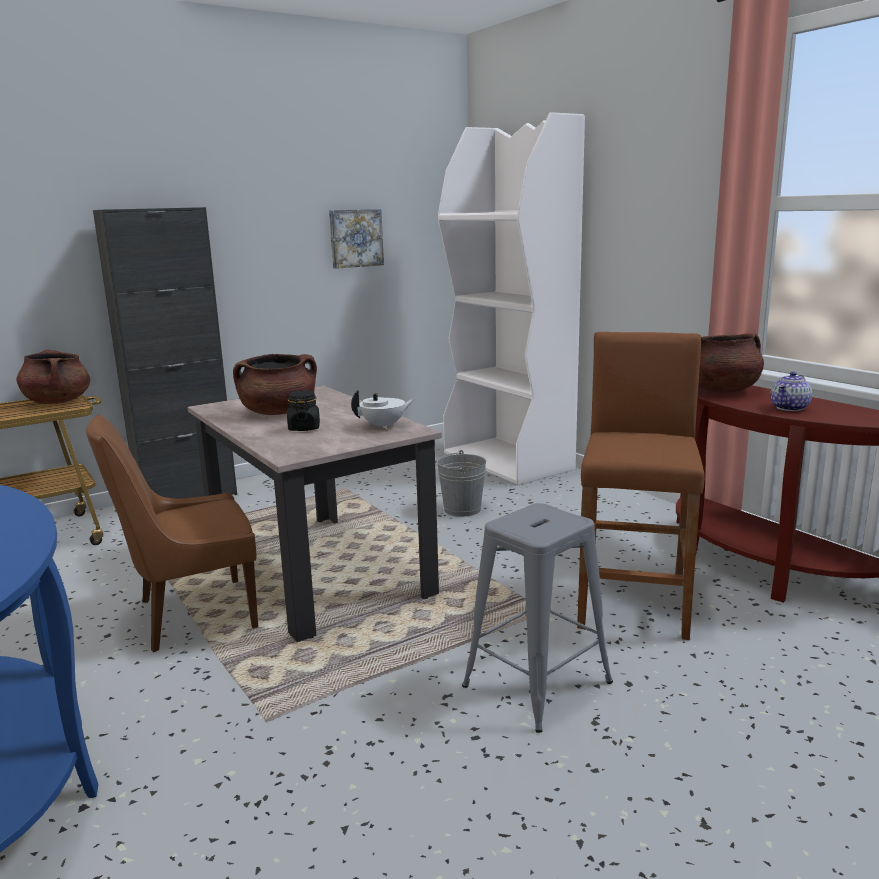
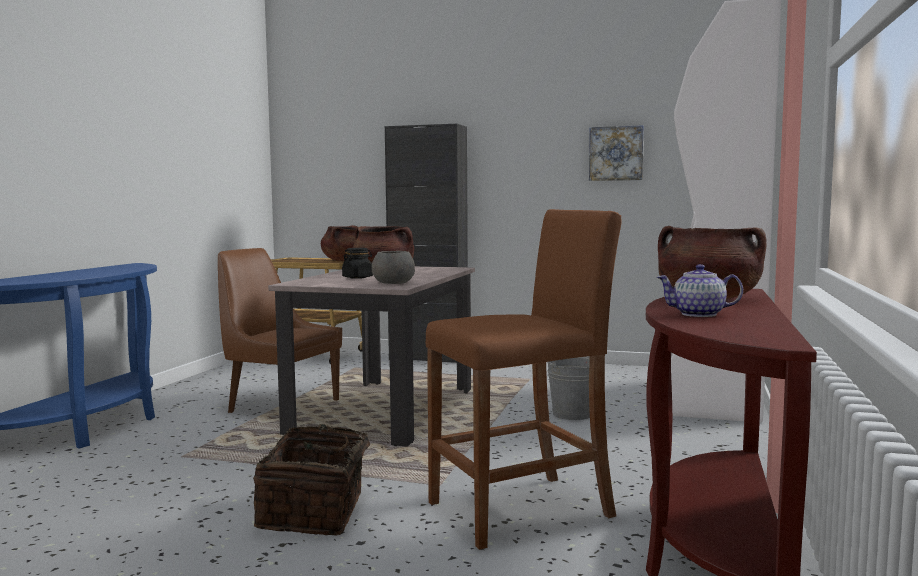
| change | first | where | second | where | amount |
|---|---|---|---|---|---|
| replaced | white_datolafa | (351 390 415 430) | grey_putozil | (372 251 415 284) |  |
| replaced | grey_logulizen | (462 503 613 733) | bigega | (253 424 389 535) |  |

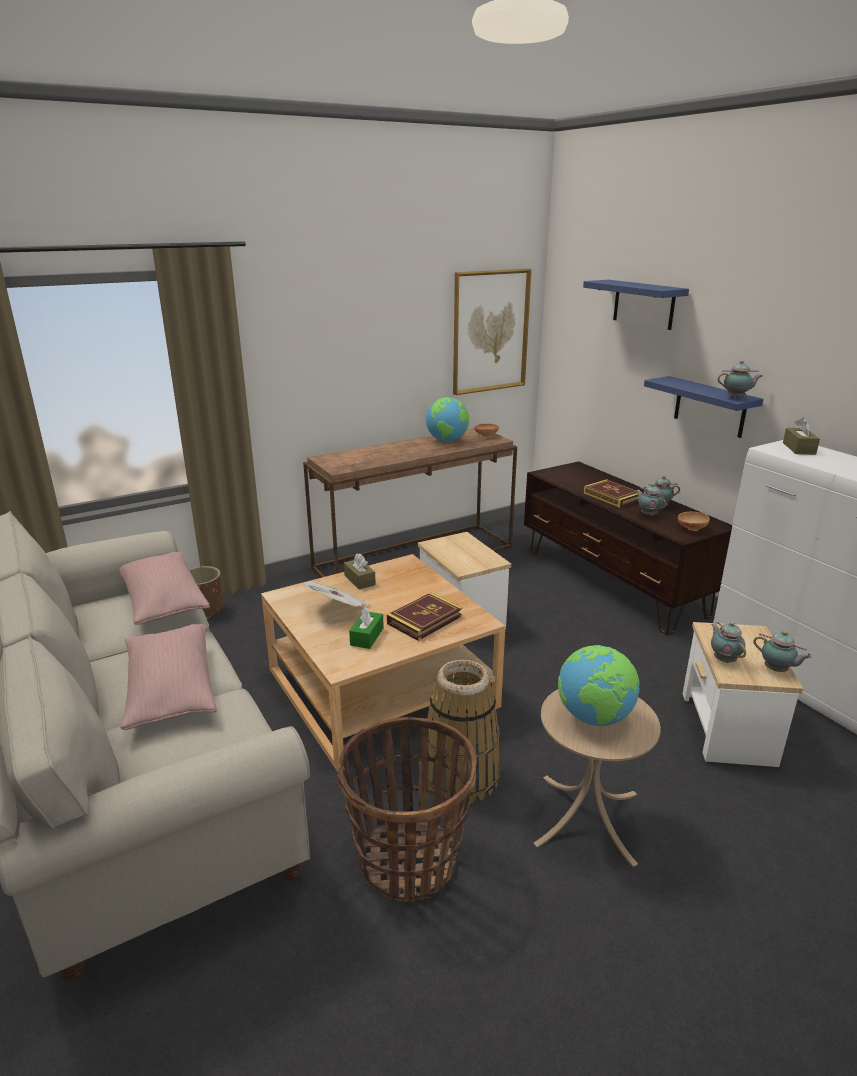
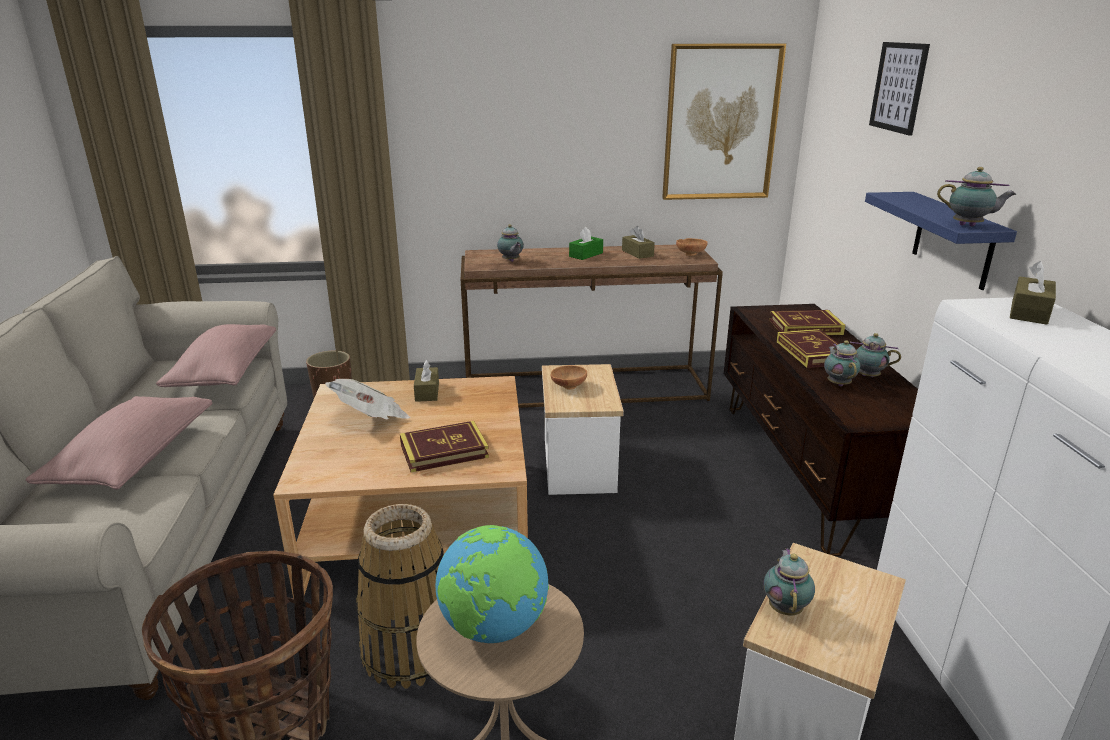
| change | first | where | second | where | amount |
|---|---|---|---|---|---|
| moved | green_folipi | (349 607 384 649) |  | (569 227 603 260) |  |
| replaced | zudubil | (426 397 469 442) | brown_folipi | (622 226 655 259) |  |
| replaced | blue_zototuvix | (583 280 689 330) | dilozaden | (869 42 930 136) |  |
| moved | brown_putozil | (678 512 710 531) |  | (550 365 587 390) |  |
| moved | datolafa | (753 631 812 672) |  | (497 224 524 262) |  |
| added |  |  | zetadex | (770 310 846 335) |  |

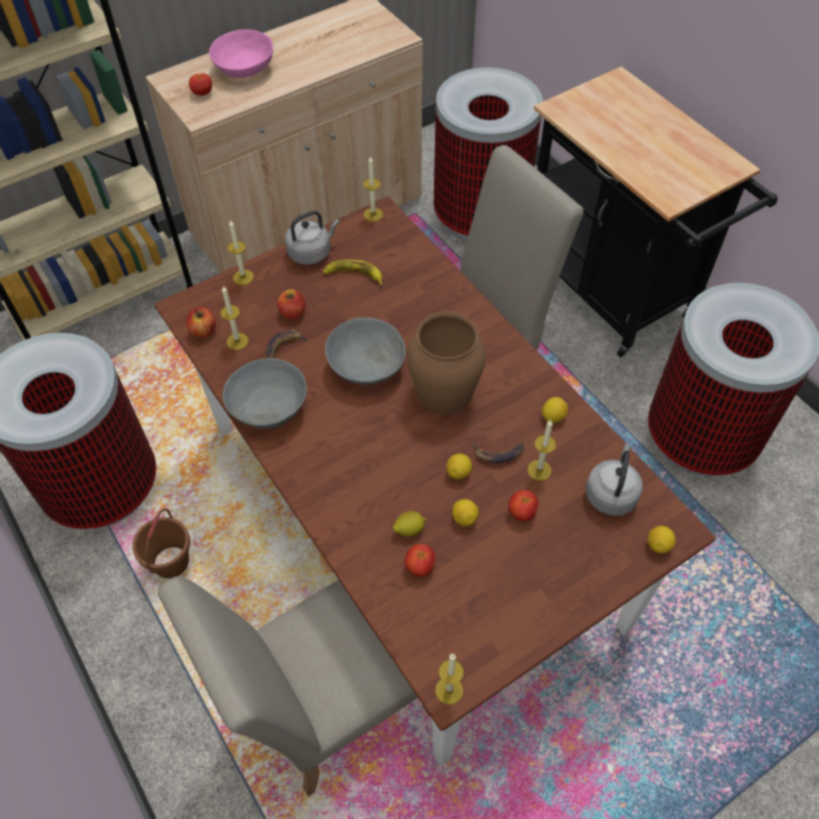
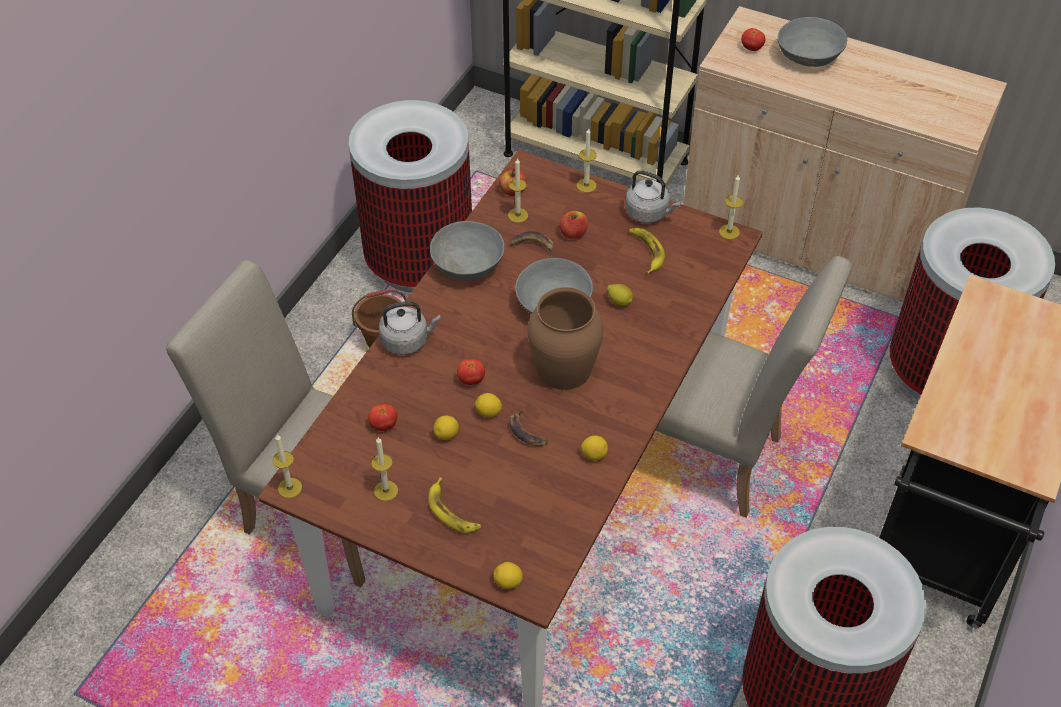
| change | first | where | second | where | amount |
|---|---|---|---|---|---|
| recoloured | pink_putozil | (209 29 273 78) | grey_putozil | (778 17 847 67) |  |
| moved | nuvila | (393 511 426 537) |  | (607 284 633 307) |  |
| moved | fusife | (508 490 539 521) |  | (457 359 485 385) |  |
| moved | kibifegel | (527 420 556 481) |  | (371 437 398 501) |  |
| moved | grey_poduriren | (586 444 643 516) |  | (379 301 441 355) |  |
| added |  |  | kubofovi | (428 477 481 533) |  |

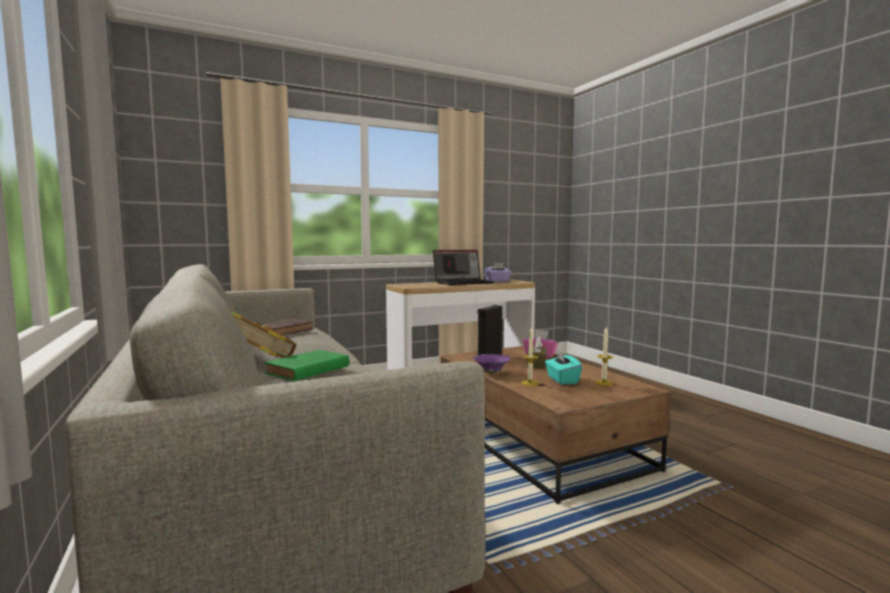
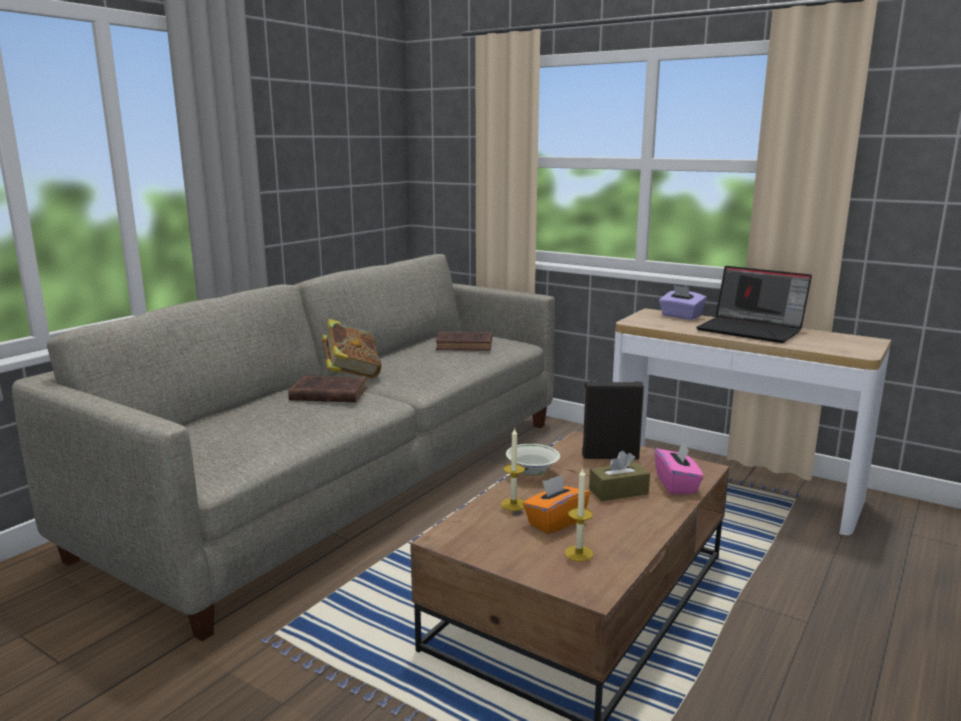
| change | first | where | second | where | amount |
|---|---|---|---|---|---|
| recoloured | green_zetadex | (265 350 349 381) | brown_zetadex | (288 376 367 402) |  |
| recoloured | purple_putozil | (473 354 511 373) | white_putozil | (506 444 560 476) |  |
| moved | purple_folipi | (484 263 512 282) |  | (659 285 706 320) |  |
| recoloured | turquoise_folipi | (545 350 582 385) | orange_folipi | (523 475 590 534) |  |

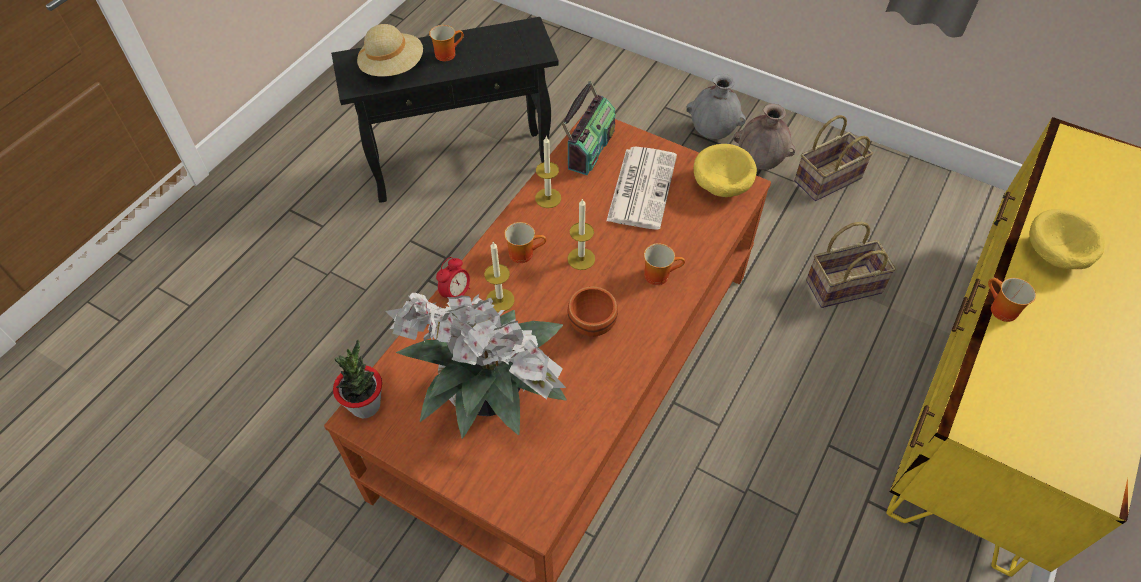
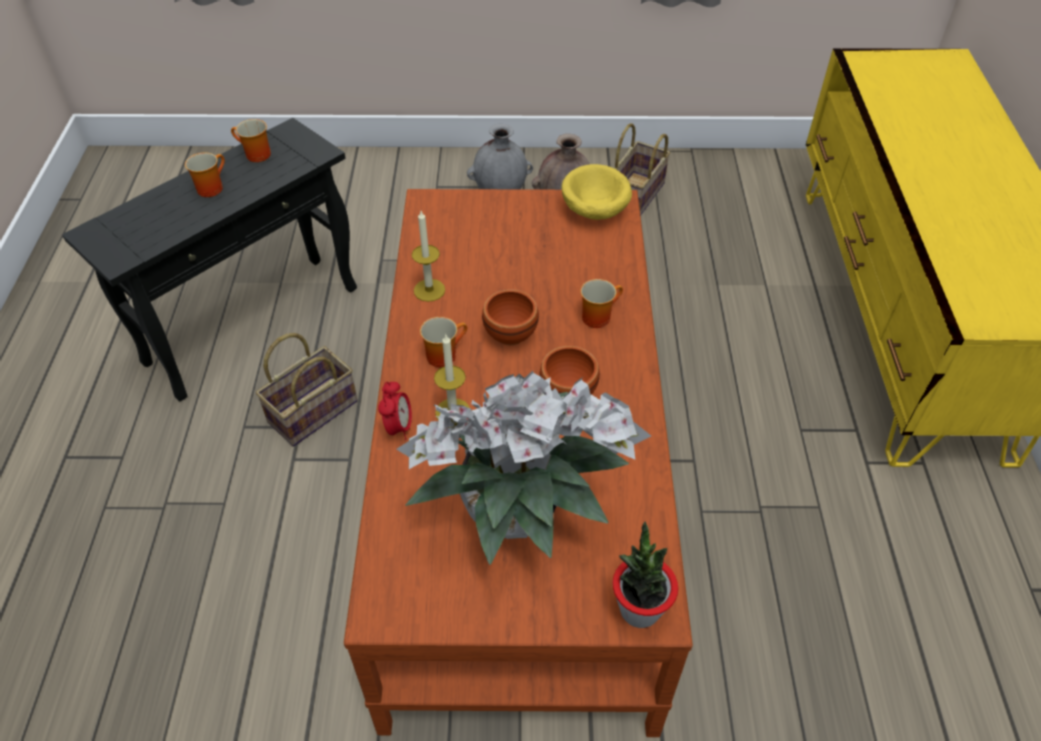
| change | first | where | second | where | amount |
|---|---|---|---|---|---|
| moved | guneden | (333 340 382 418) |  | (613 521 678 628) |  |
| removed | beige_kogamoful | (357 24 423 76) |  |  |  |
| removed | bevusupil | (562 80 615 175) |  |  |  |
| replaced | kibifegel | (568 198 595 270) | brown_putozil | (482 289 539 345) |  |
| removed | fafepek | (606 147 677 230) |  |  |  |
| moved | bigega | (806 222 896 308) |  | (256 333 358 447) |  |
| moved | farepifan | (988 278 1036 322) |  | (231 119 271 162) |  |
| removed | yellow_putozil | (1029 209 1104 269) |  |  |  |

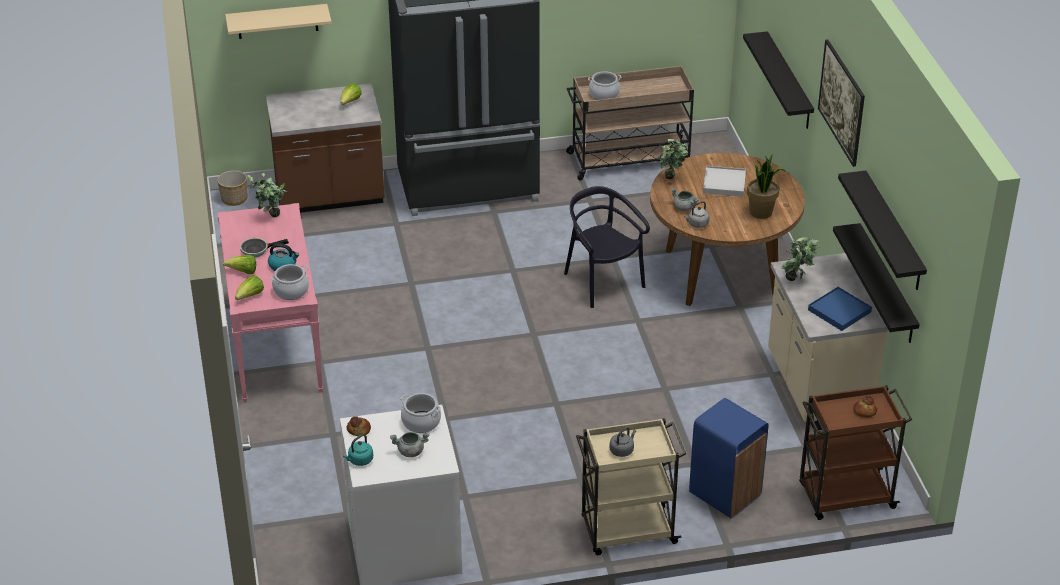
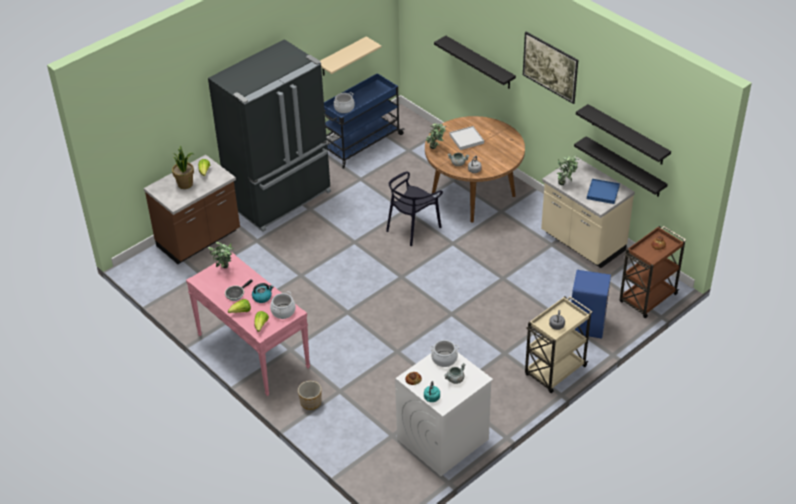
| change | first | where | second | where | amount |
|---|---|---|---|---|---|
| moved | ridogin | (217 171 247 206) |  | (298 381 321 410) |  |
| moved | beige_zototuvix | (225 4 332 39) |  | (320 36 382 76) |  |
| turned | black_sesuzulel | (564 186 650 308) |  | (386 171 443 246) | 75 degrees counterclockwise |
| recoloured | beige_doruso | (566 66 694 181) | blue_doruso | (324 73 404 169) |  |
| moved | guneden | (747 154 786 219) |  | (172 146 194 189) |  |

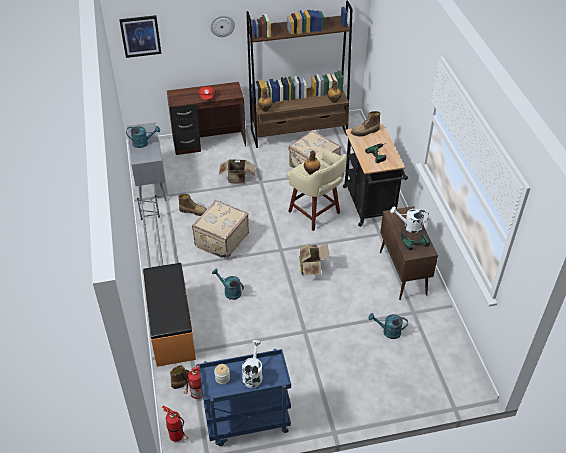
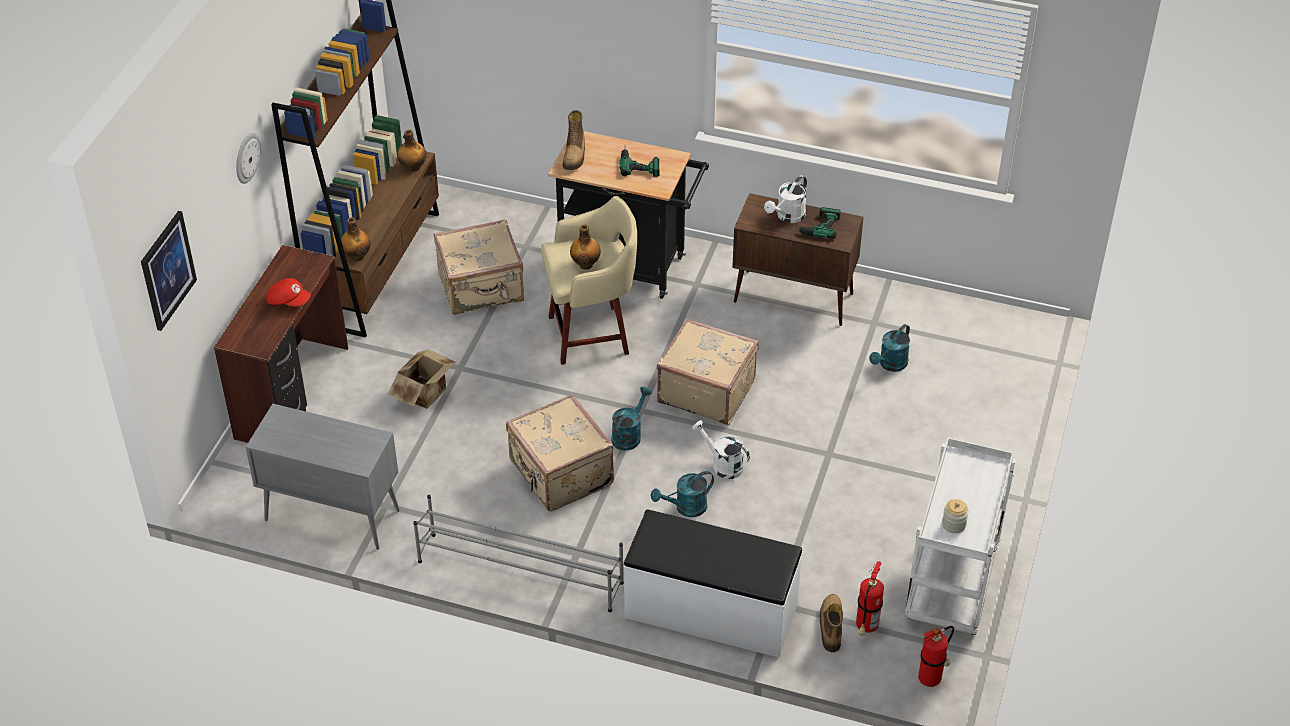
| change | first | where | second | where | amount |
|---|---|---|---|---|---|
| moved | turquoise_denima | (126 126 160 148) |  | (611 387 652 451) |  |
| recoloured | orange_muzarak | (143 263 196 367) | white_muzarak | (624 510 803 658) |  |
| removed | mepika | (178 194 207 216) |  |  |  |
| recoloured | blue_doruso | (198 349 291 446) | white_doruso | (905 437 1015 635) |  |
| moved | white_denima | (242 340 262 388) |  | (692 420 750 479) |  |
| replaced | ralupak | (299 243 330 276) | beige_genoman | (657 318 759 425) |  |

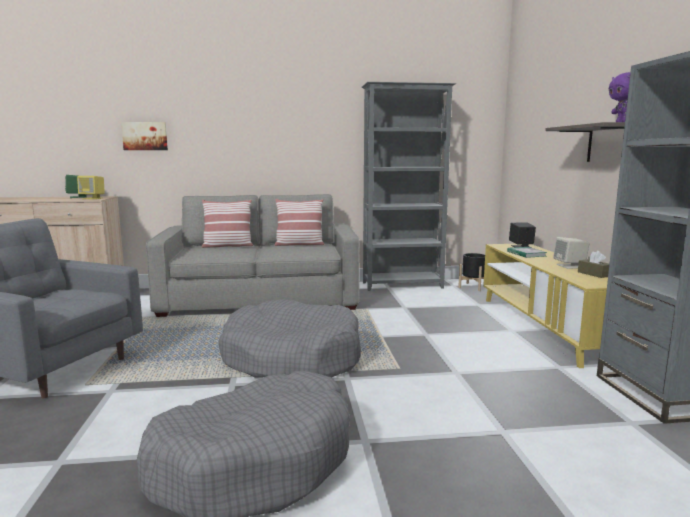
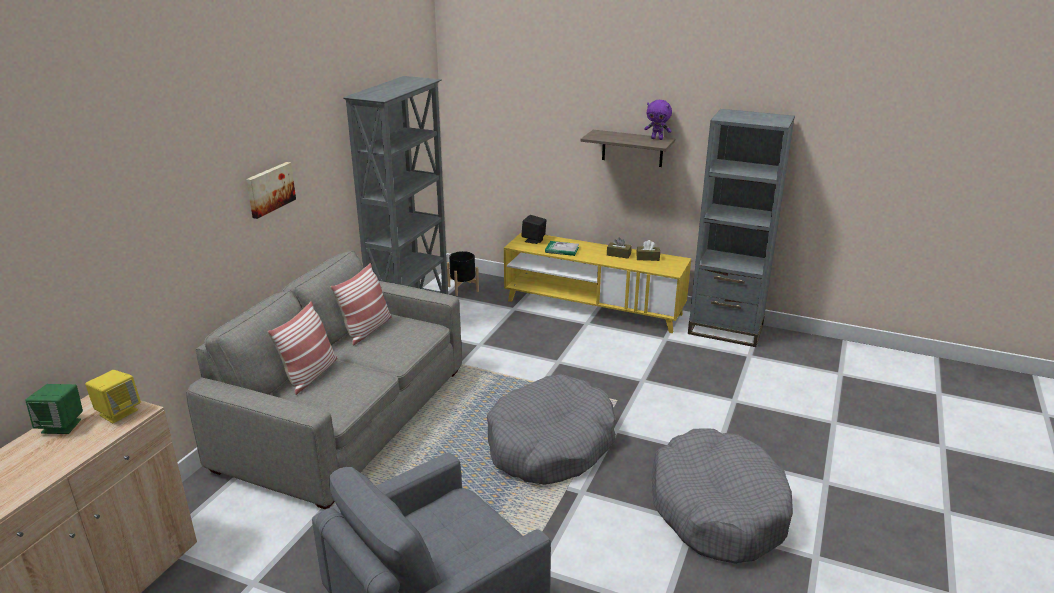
| change | first | where | second | where | amount |
|---|---|---|---|---|---|
| moved | dilozaden | (121 122 168 150) |  | (246 162 296 219) |  |
| replaced | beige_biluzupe | (553 237 590 269) | brown_folipi | (607 237 632 259) |  |

